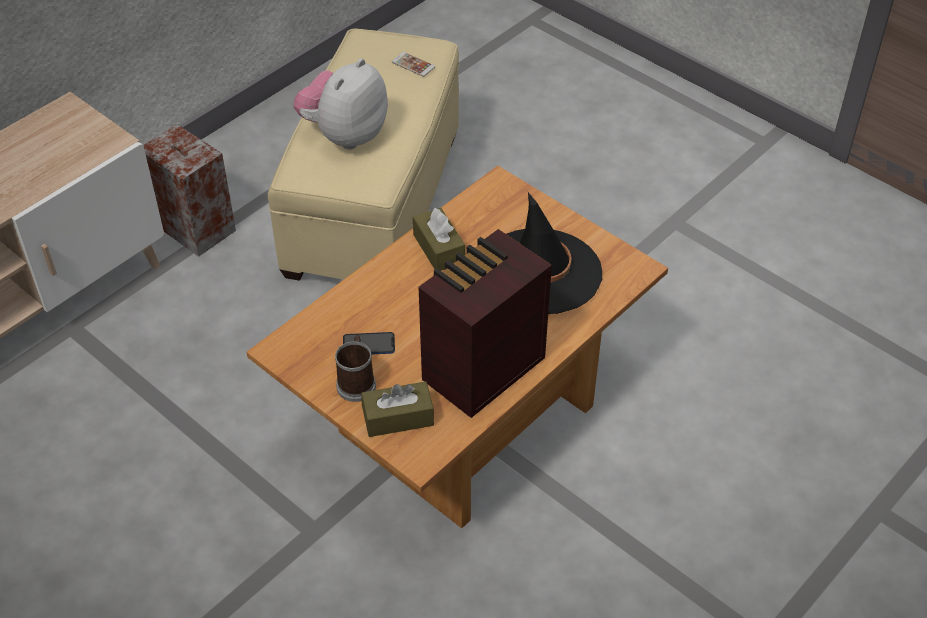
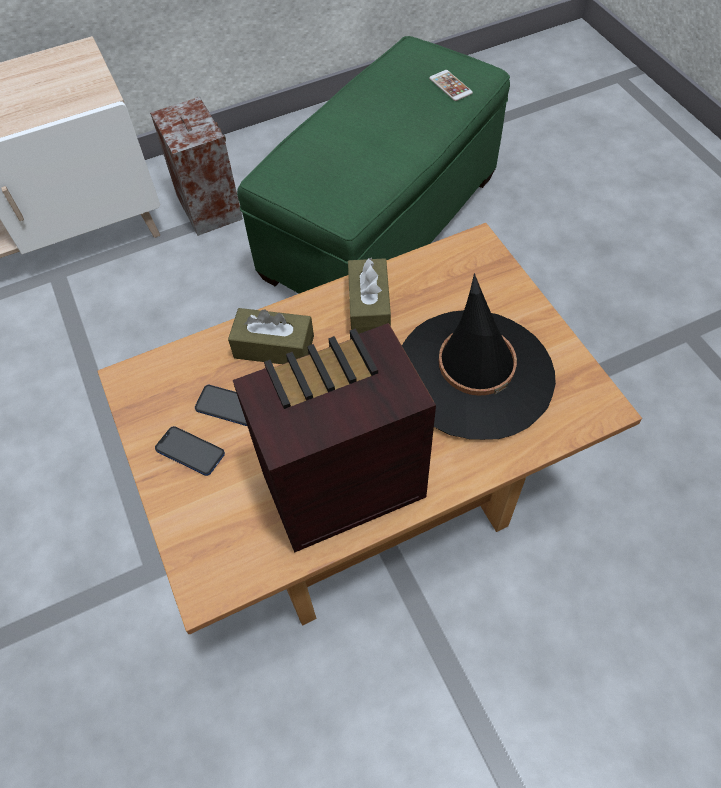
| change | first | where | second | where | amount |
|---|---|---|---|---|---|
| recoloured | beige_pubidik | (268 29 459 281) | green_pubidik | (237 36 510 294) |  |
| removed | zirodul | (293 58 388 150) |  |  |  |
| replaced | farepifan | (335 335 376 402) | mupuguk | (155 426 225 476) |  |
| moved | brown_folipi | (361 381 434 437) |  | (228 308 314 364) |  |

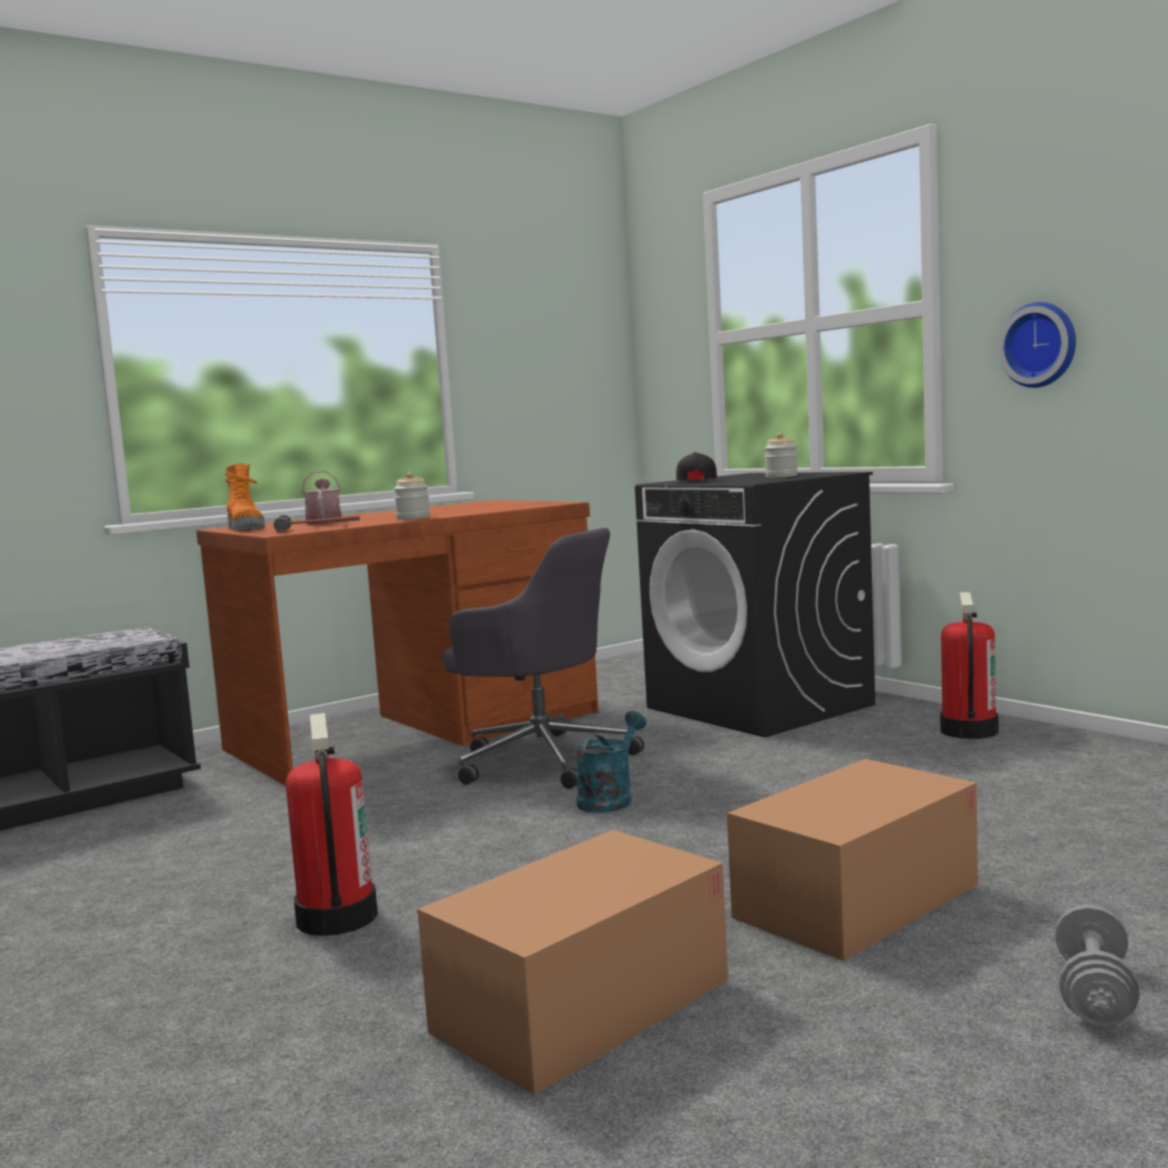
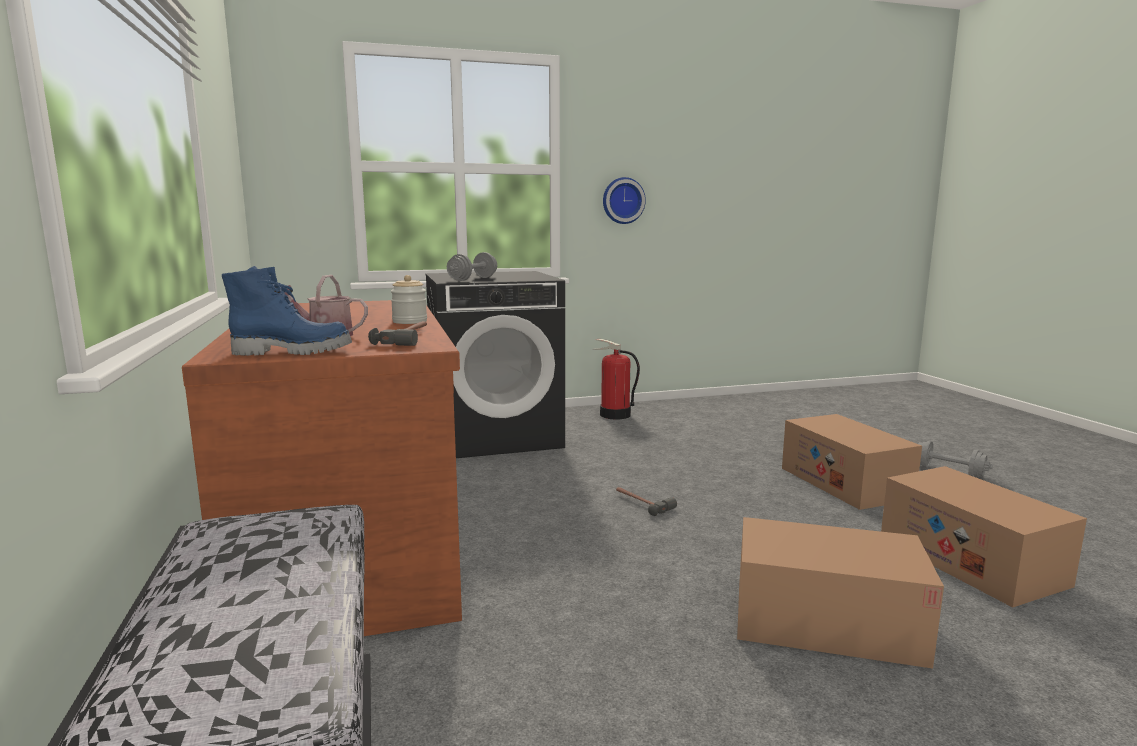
| change | first | where | second | where | amount |
|---|---|---|---|---|---|
| recoloured | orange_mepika | (223 463 265 531) | blue_mepika | (222 266 352 356) |  |
| replaced | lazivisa | (286 713 378 936) | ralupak | (737 517 944 669) |  |
| removed | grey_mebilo | (442 528 644 789) |  |  |  |
| replaced | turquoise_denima | (575 711 646 813) | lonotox | (616 487 677 516) |  |
| replaced | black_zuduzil | (676 452 717 481) | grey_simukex | (447 252 497 281) |  |
| removed | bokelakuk | (764 433 798 478) |  |  |  |

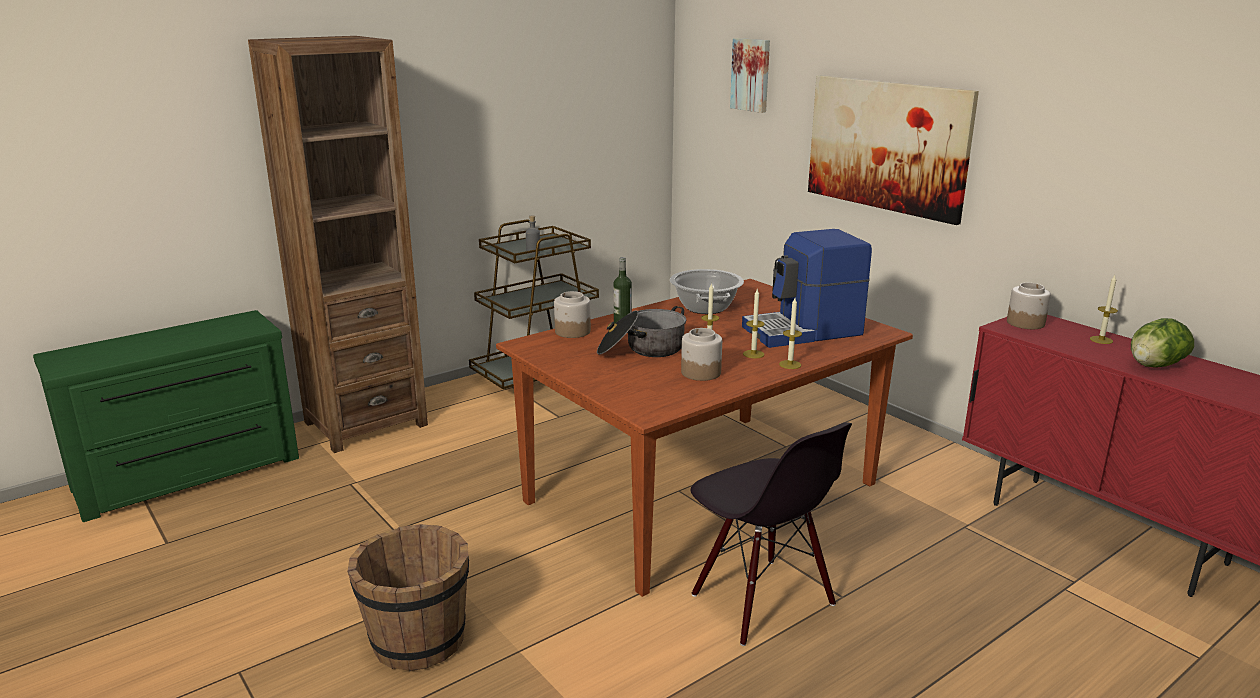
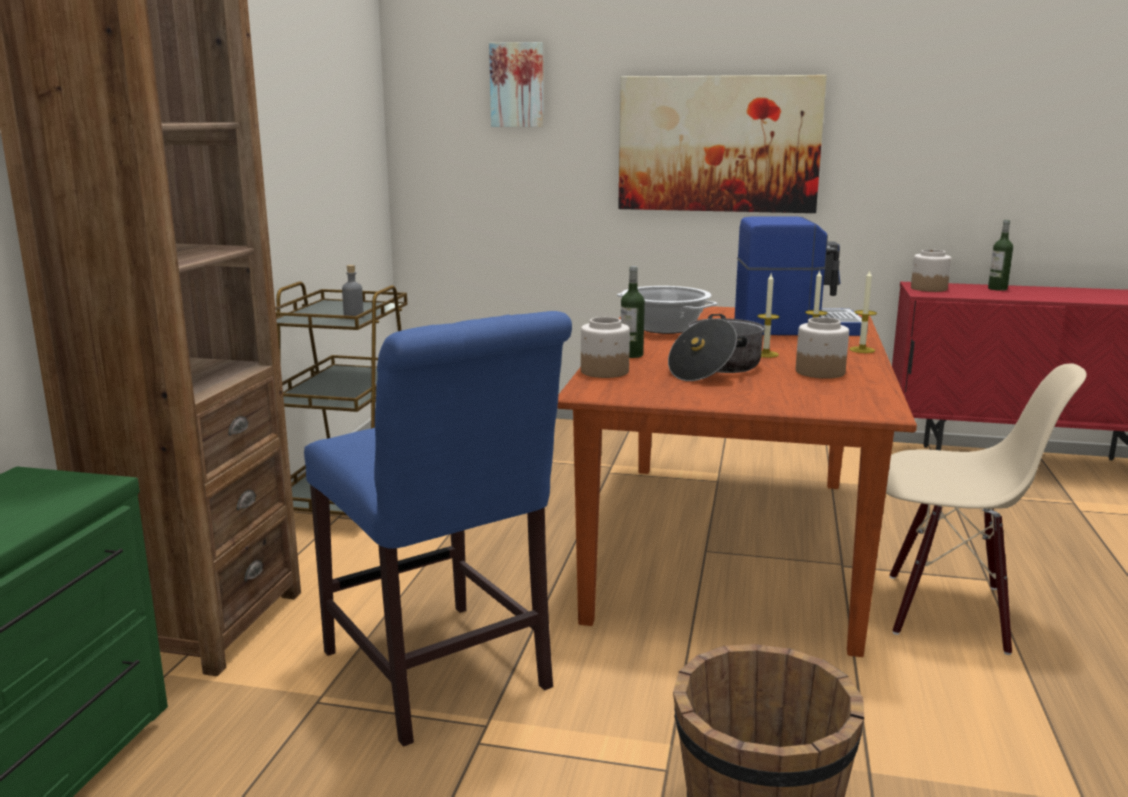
| change | first | where | second | where | amount |
|---|---|---|---|---|---|
| recoloured | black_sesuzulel | (691 422 852 646) | beige_sesuzulel | (886 363 1087 655) |  |
| turned | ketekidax | (742 229 872 348) |  | (735 216 868 336) | 120 degrees counterclockwise |
| replaced | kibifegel | (1090 275 1118 344) | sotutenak | (988 220 1013 291) |  |
| removed | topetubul | (1131 318 1194 368) |  |  |  |
| added |  |  | blue_sesuzulel | (304 311 572 747) |  |

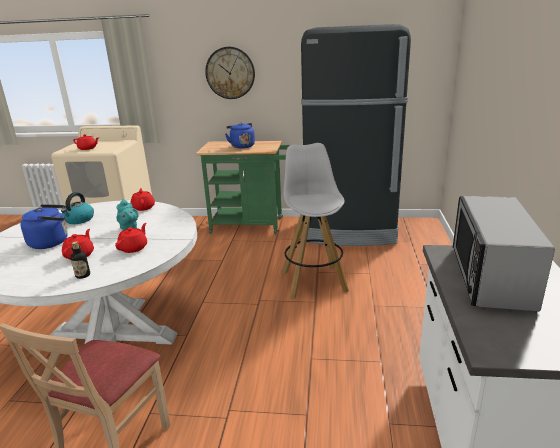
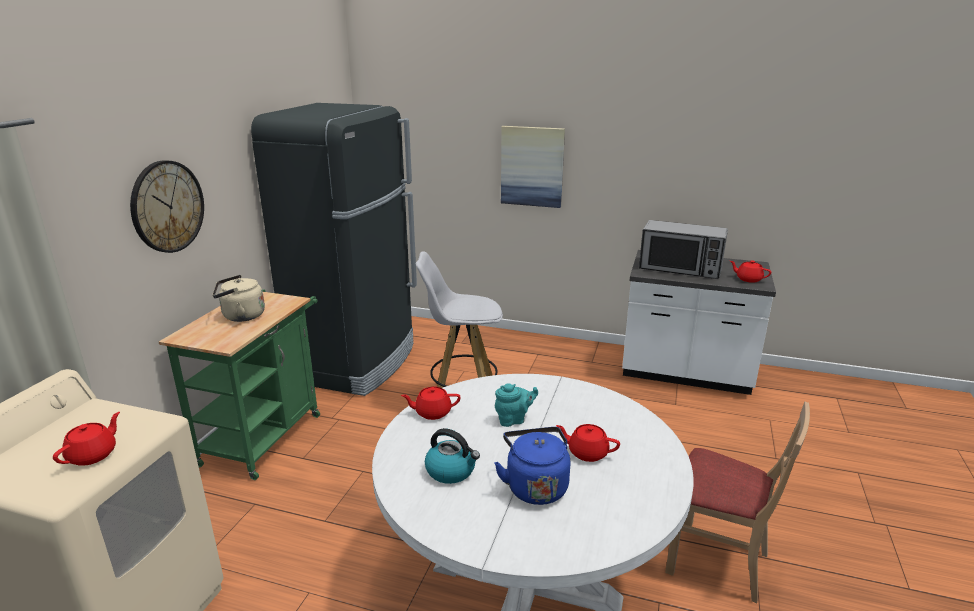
| change | first | where | second | where | amount |
|---|---|---|---|---|---|
| removed | sotutenak | (70 241 90 279) |  |  |  |
| moved | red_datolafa | (115 223 147 253) |  | (730 260 771 283) |  |
| recoloured | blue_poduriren | (225 123 255 149) | beige_poduriren | (212 275 265 322) |  |
| added |  |  | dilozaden | (501 126 565 208) |  |

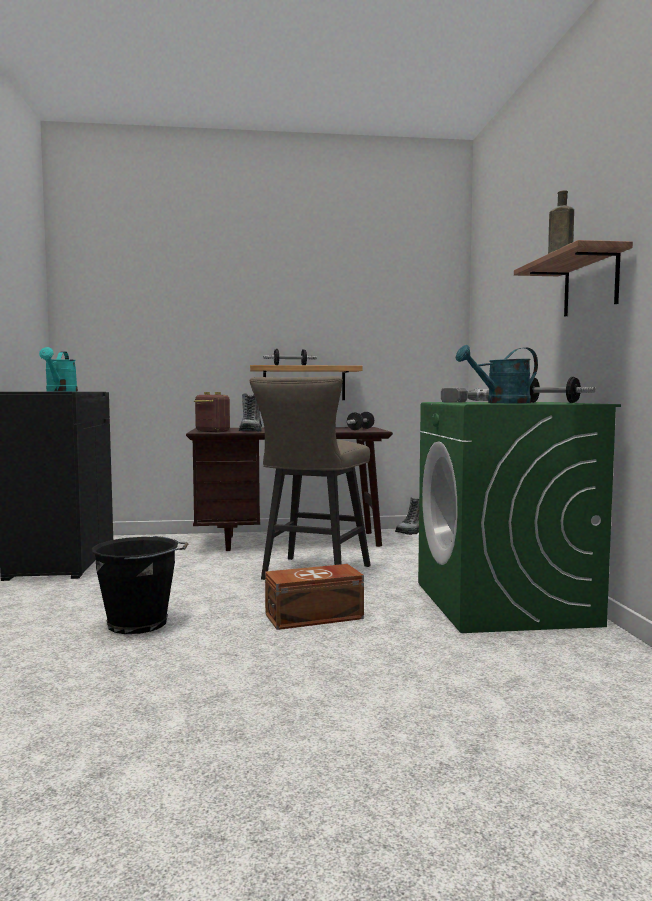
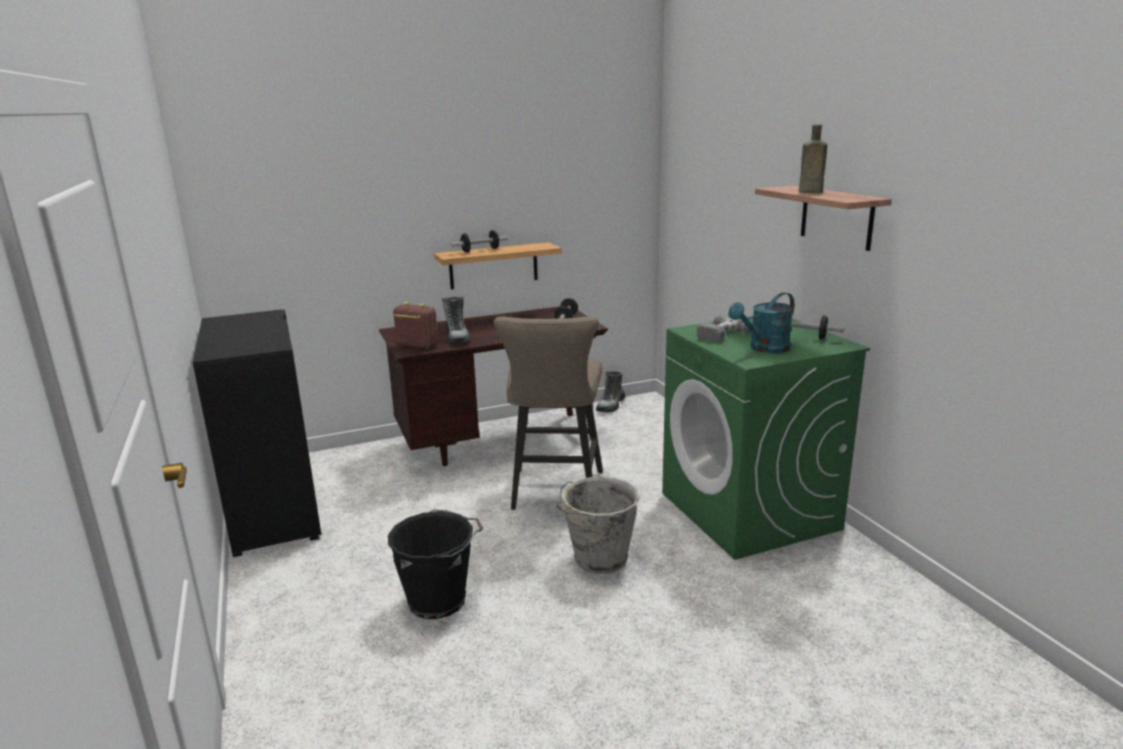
| change | first | where | second | where | amount |
|---|---|---|---|---|---|
| removed | turquoise_denima | (39 347 78 391) |  |  |  |
| replaced | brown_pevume | (265 564 364 630) | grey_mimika | (557 476 640 574) |  |

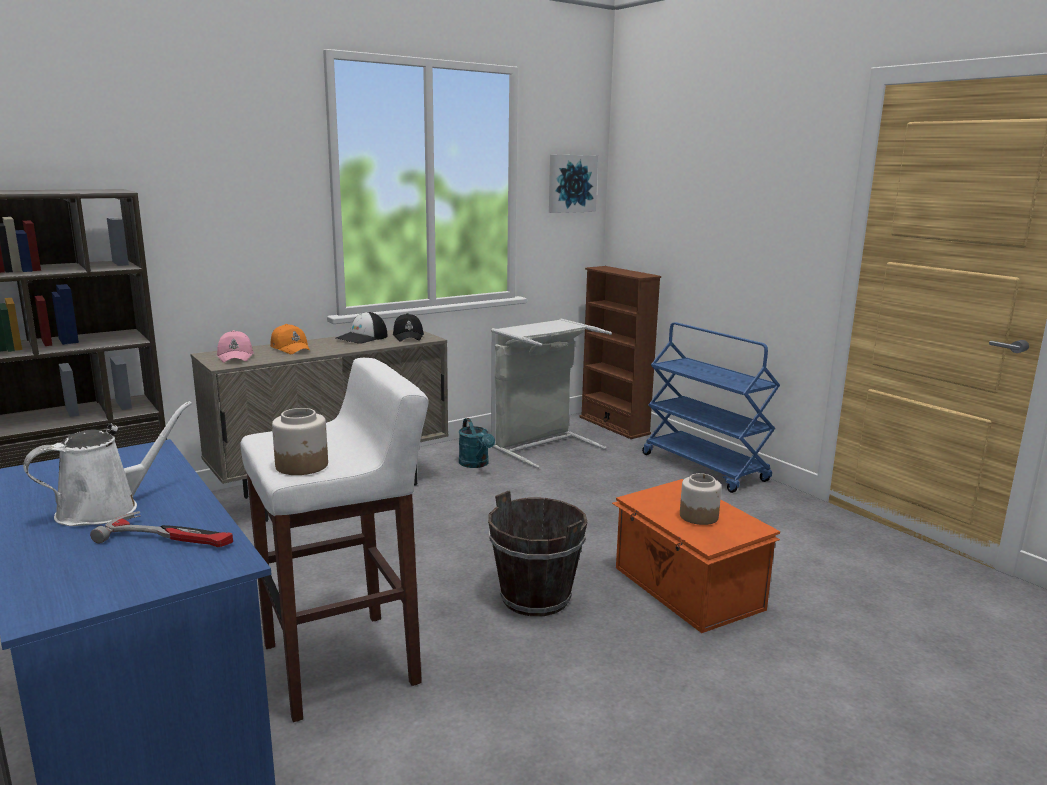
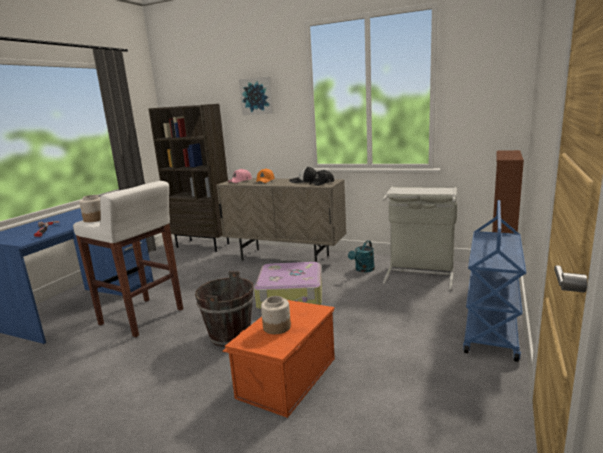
| change | first | where | second | where | amount |
|---|---|---|---|---|---|
| removed | white_denima | (23 401 192 526) |  |  |  |
| moved | dilozaden | (549 155 598 213) |  | (239 77 275 115) |  |
| added |  |  | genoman | (254 262 322 310) |  |

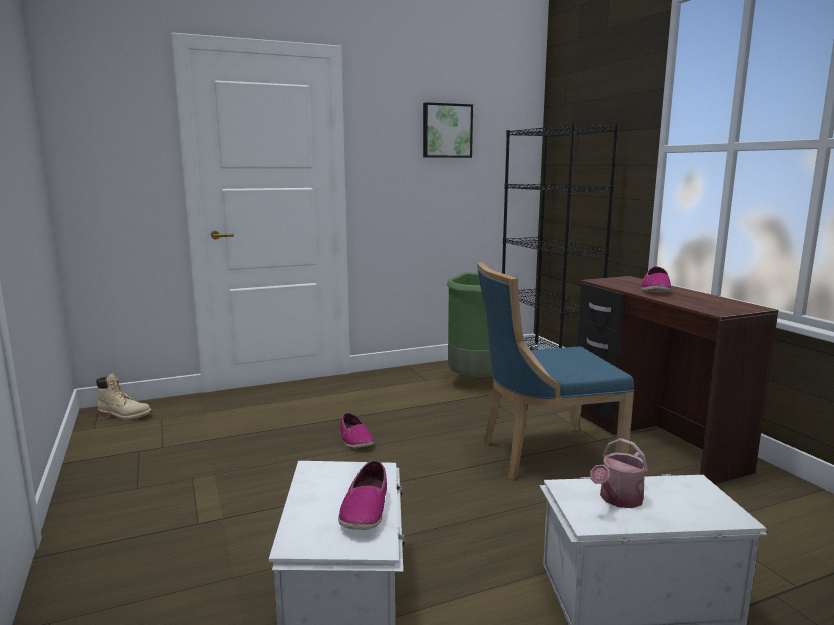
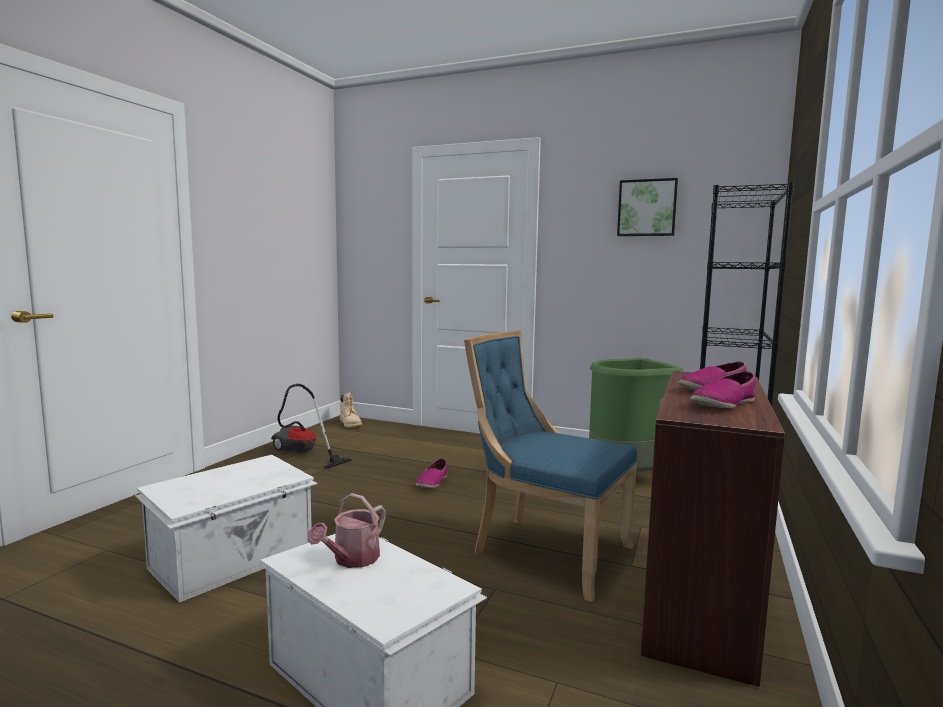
| change | first | where | second | where | amount |
|---|---|---|---|---|---|
| moved | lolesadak | (338 460 387 530) |  | (690 371 756 408) |  |
| turned | denima | (590 438 648 508) |  | (308 493 386 568) | 60 degrees counterclockwise |
| added |  |  | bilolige | (271 384 352 469) |  |

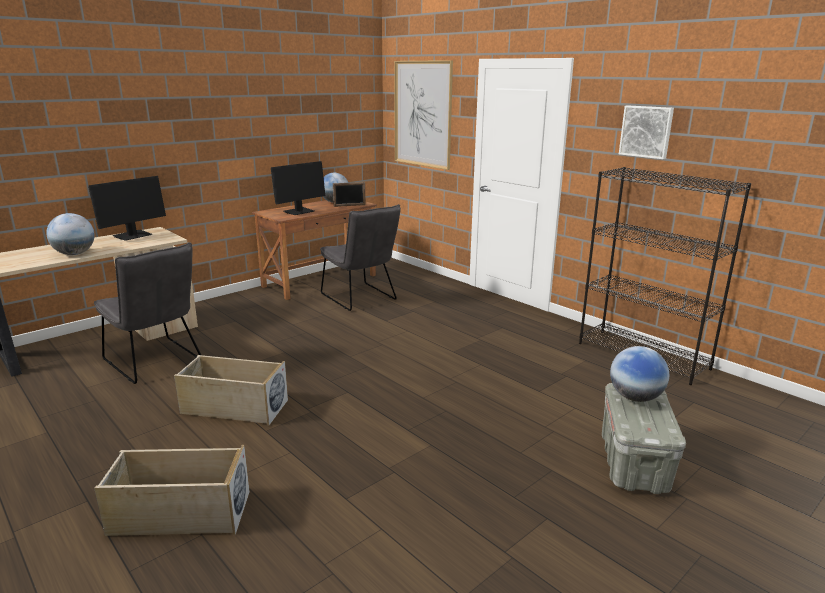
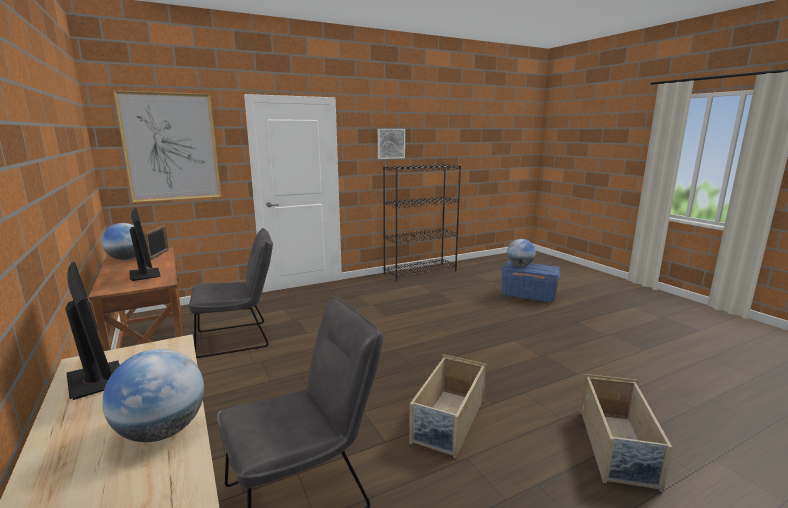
| change | first | where | second | where | amount |
|---|---|---|---|---|---|
| recoloured | grey_pevume | (602 383 686 494) | blue_pevume | (502 261 560 303) |  |

